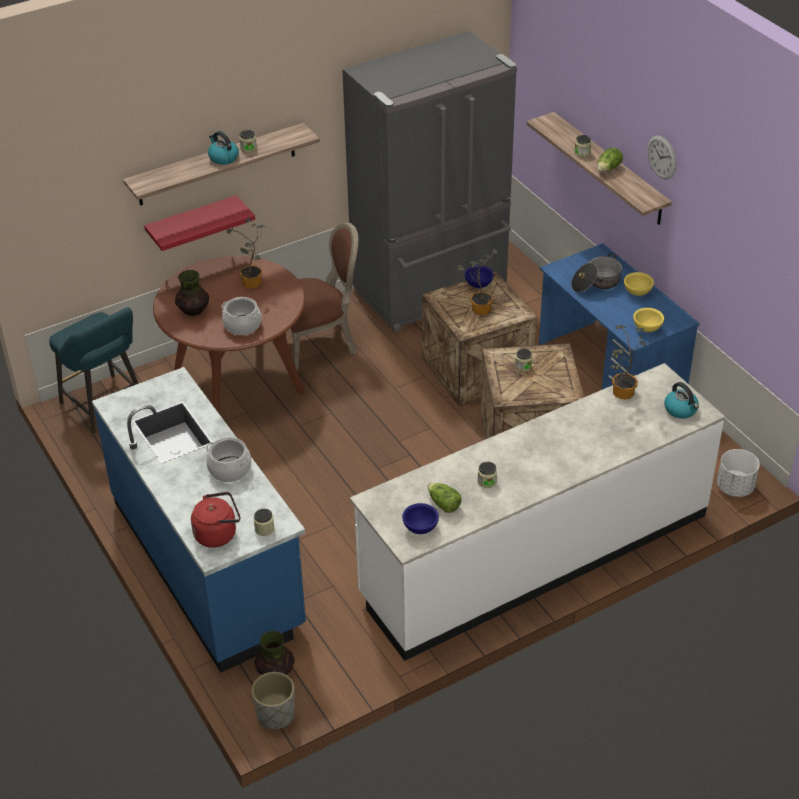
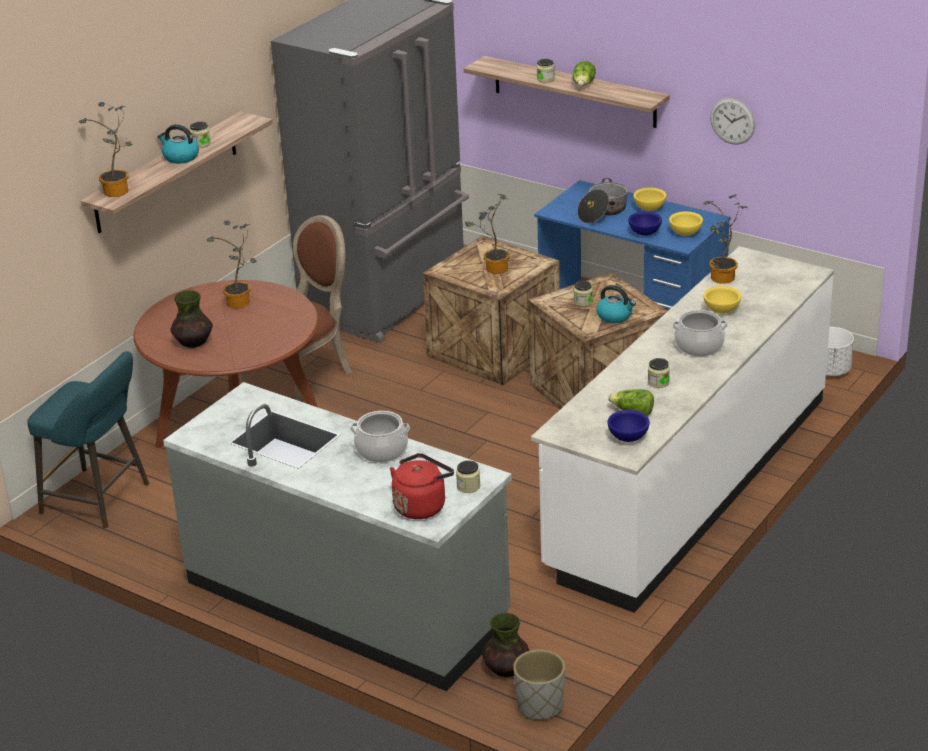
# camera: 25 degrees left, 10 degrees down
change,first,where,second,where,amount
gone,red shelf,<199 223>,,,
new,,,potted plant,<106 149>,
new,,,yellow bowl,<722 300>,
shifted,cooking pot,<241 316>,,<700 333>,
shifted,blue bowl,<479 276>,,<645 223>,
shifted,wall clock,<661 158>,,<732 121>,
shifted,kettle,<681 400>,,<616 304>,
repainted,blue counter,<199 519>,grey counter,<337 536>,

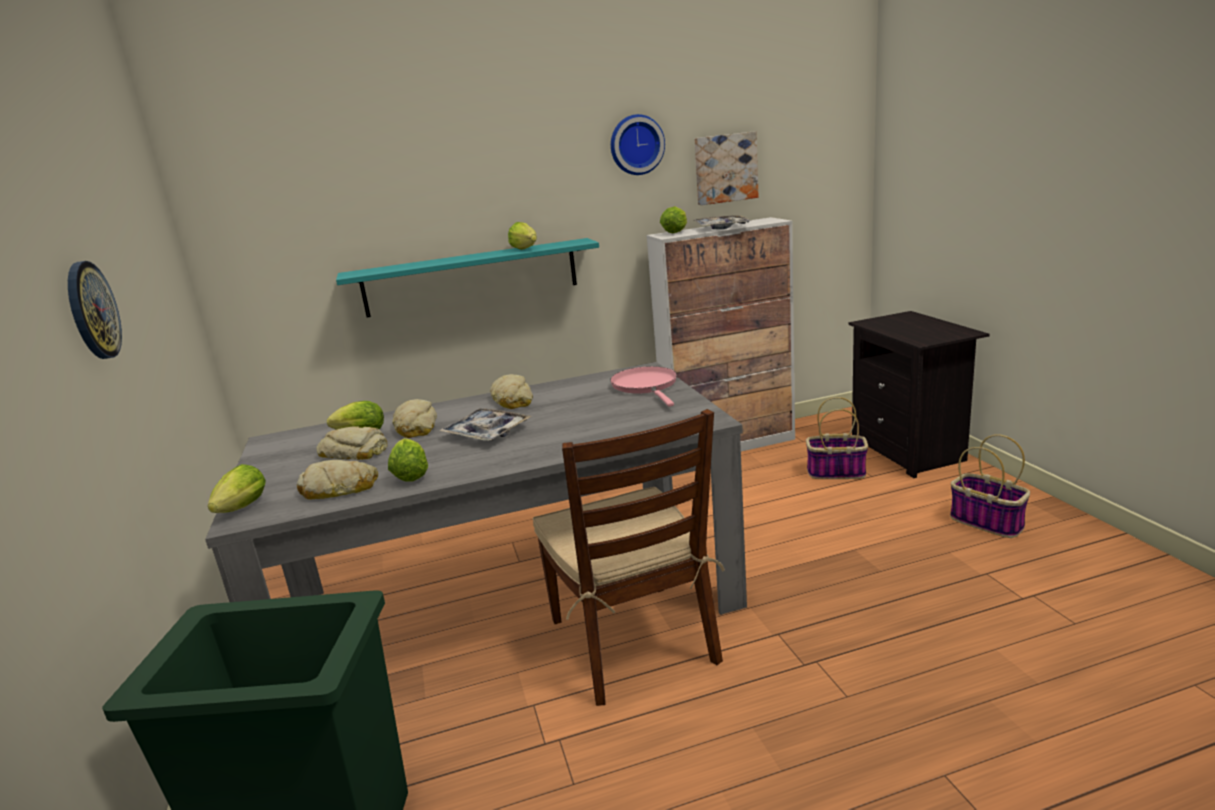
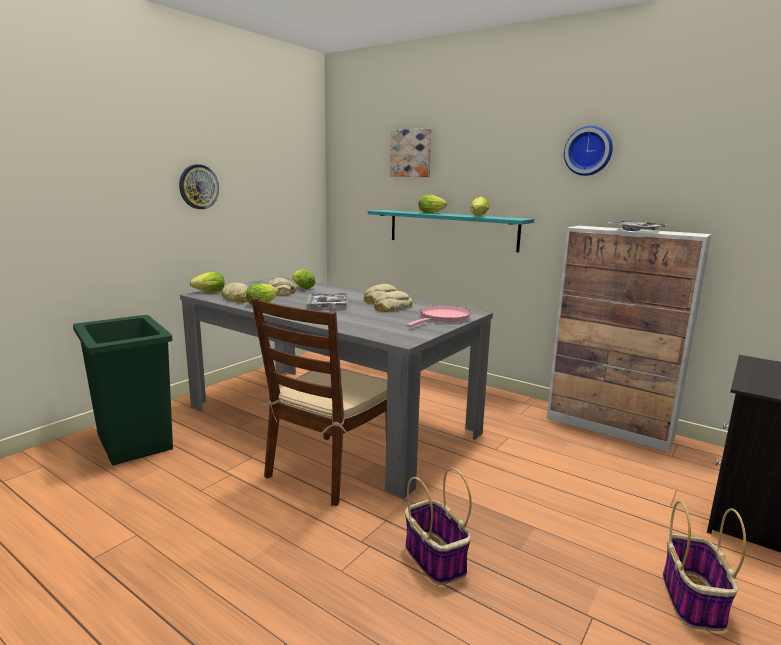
# camera: 50 degrees right, 5 degrees down
change,first,where,second,where,amount
shifted,bread,<415 418>,,<393 301>,
shifted,lettuce,<673 219>,,<433 204>,
shifted,picture,<726 168>,,<411 152>,
shifted,basket,<837 438>,,<438 526>,

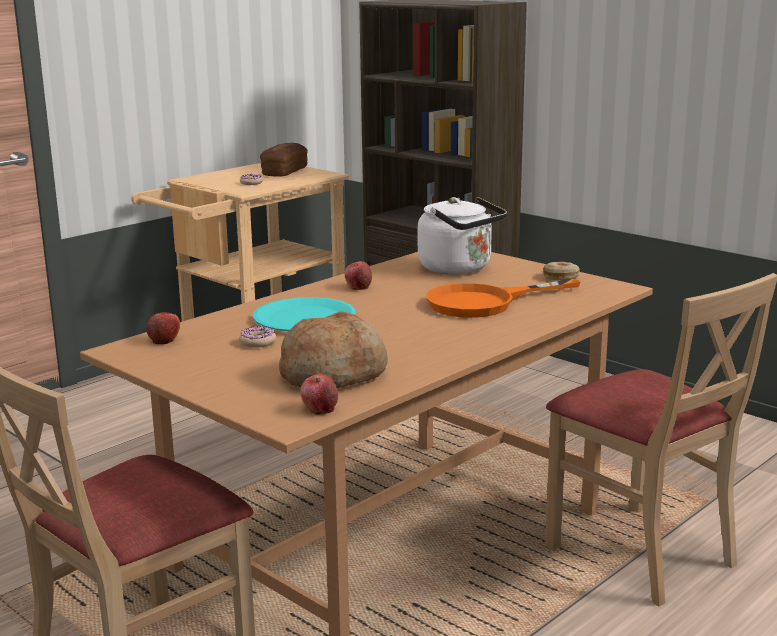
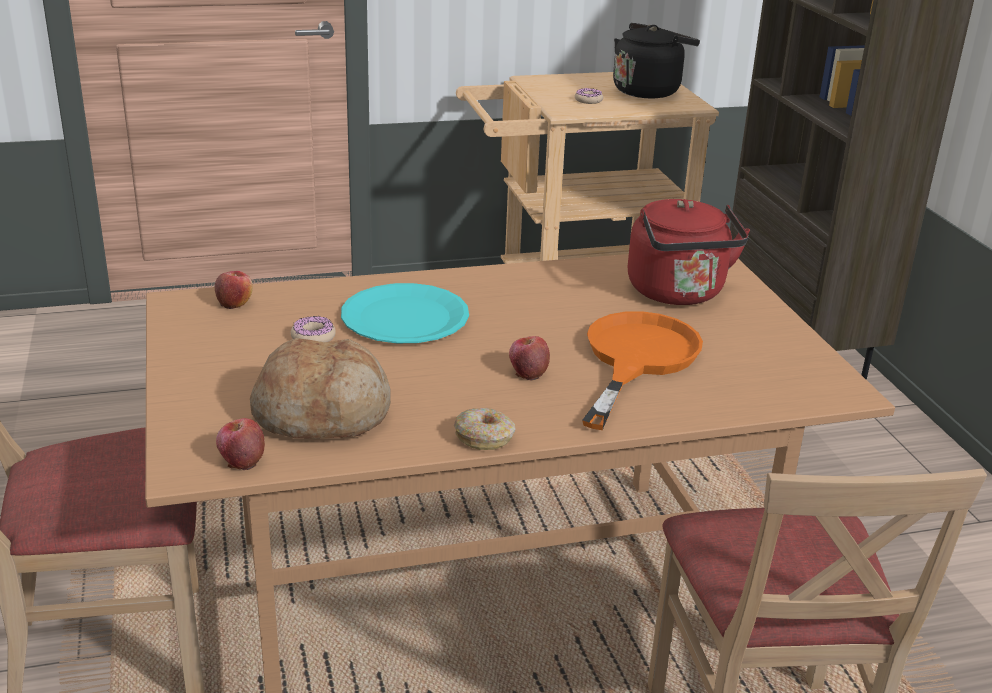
# camera: 30 degrees right, 10 degrees up
change,first,where,second,where,amount
shifted,apple,<358 275>,,<529 358>,
shifted,donut,<561 271>,,<484 429>,
swapped,bread,<284 160>,black kettle,<656 61>,
repainted,white kettle,<462 235>,red kettle,<689 252>,
rotated,orange frying pan,<503 298>,,<642 370>,105 degrees clockwise

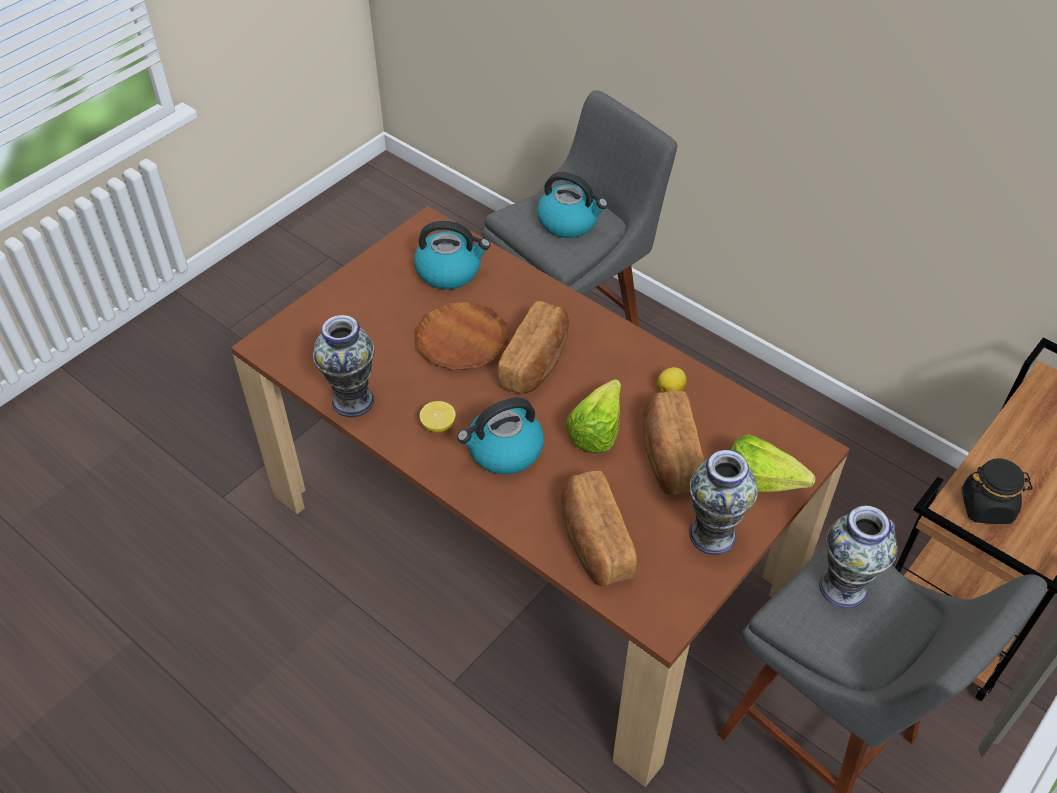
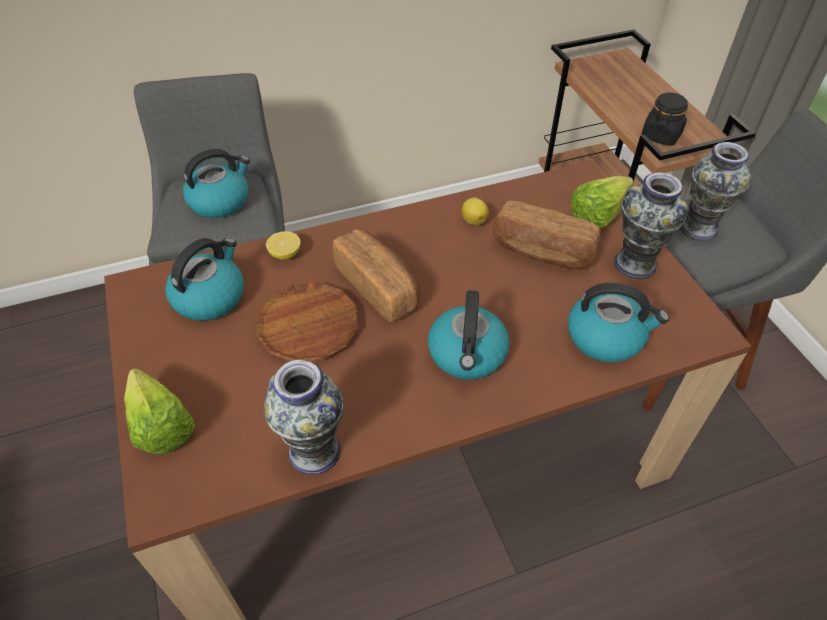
# camera: 60 degrees left, 0 degrees up
change,first,where,second,where,amount
shifted,lemon,<437 416>,,<283 245>,
shifted,lettuce,<593 416>,,<159 411>,
swapped,bread,<599 528>,kettle,<618 323>,

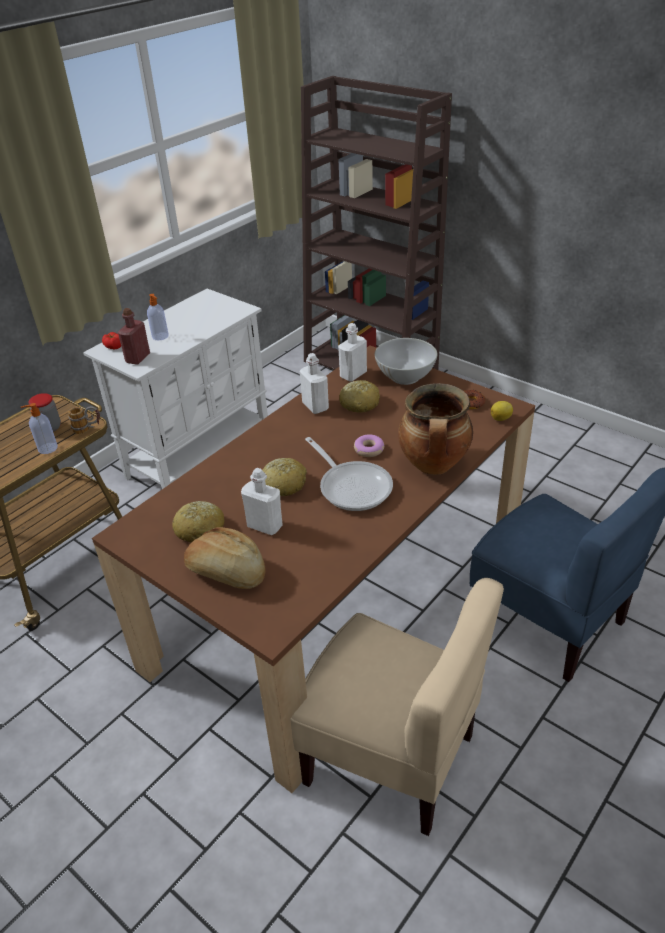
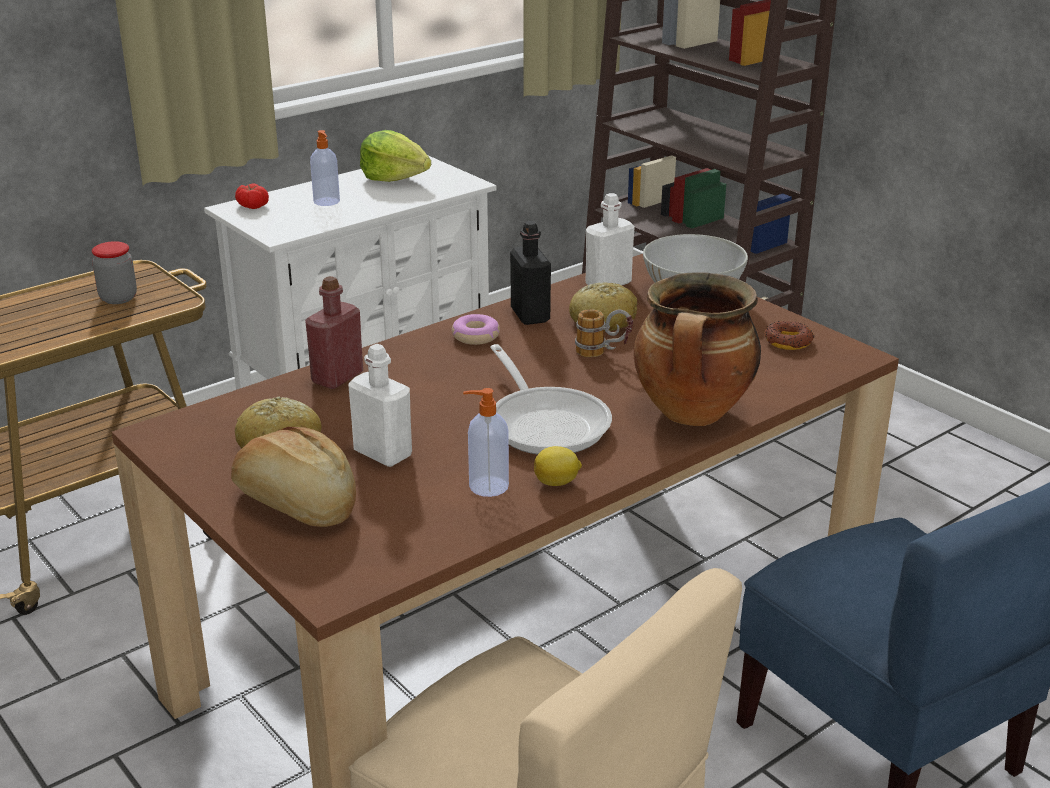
# camera: 10 degrees right, 10 degrees down
change,first,where,second,where,amount
gone,bread,<284 477>,,,
new,,,lettuce,<395 156>,
shifted,soap dispenser,<39 428>,,<486 442>,
shifted,mug,<84 420>,,<604 333>,
shifted,red bottle,<134 336>,,<334 332>,
shifted,donut,<369 445>,,<476 329>,
shifted,lemon,<502 411>,,<558 466>,
repainted,white bottle,<314 383>,black bottle,<530 273>,

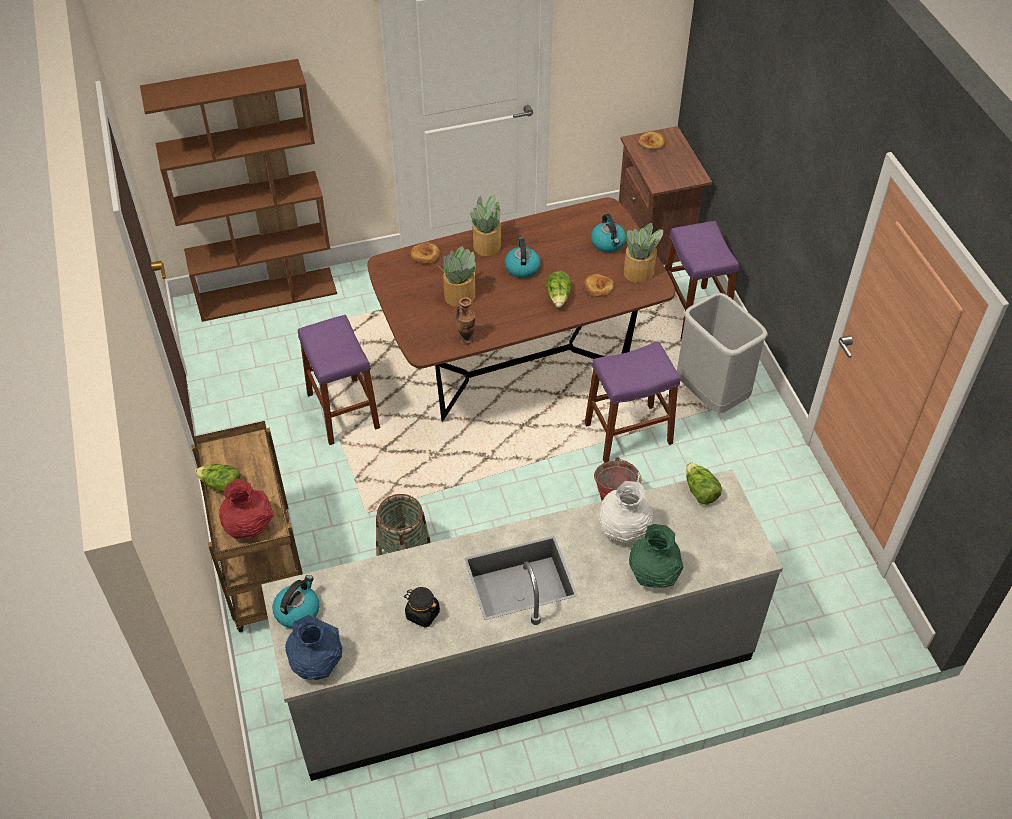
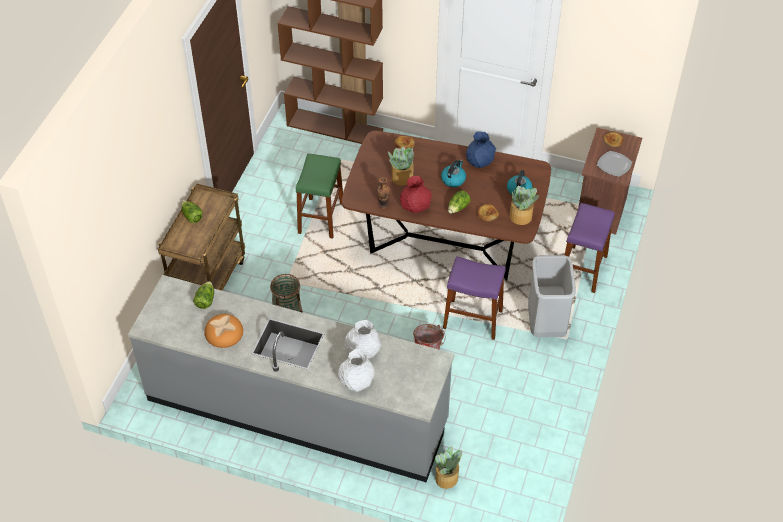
# camera: 35 degrees right, 0 degrees up
change,first,where,second,where,amount
gone,kettle,<296 601>,,,
new,,,plate,<614 164>,
shifted,red vase,<246 508>,,<416 194>,
shifted,blue vase,<313 647>,,<481 149>,
shifted,potted plant,<485 225>,,<448 467>,
shifted,lettuce,<704 483>,,<203 295>,
swapped,black jar,<422 607>,bread,<224 331>,
repainted,purple stool,<339 380>,green stool,<319 196>,
repainted,green vase,<656 556>,white vase,<356 370>,

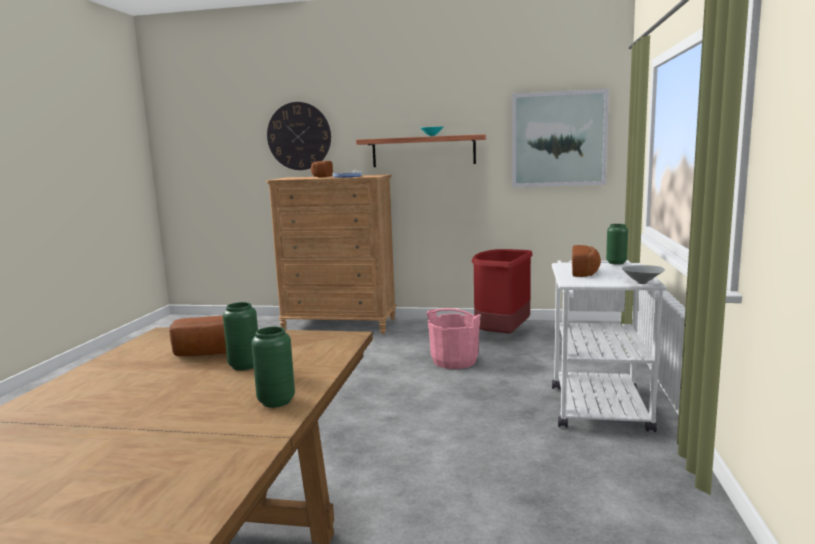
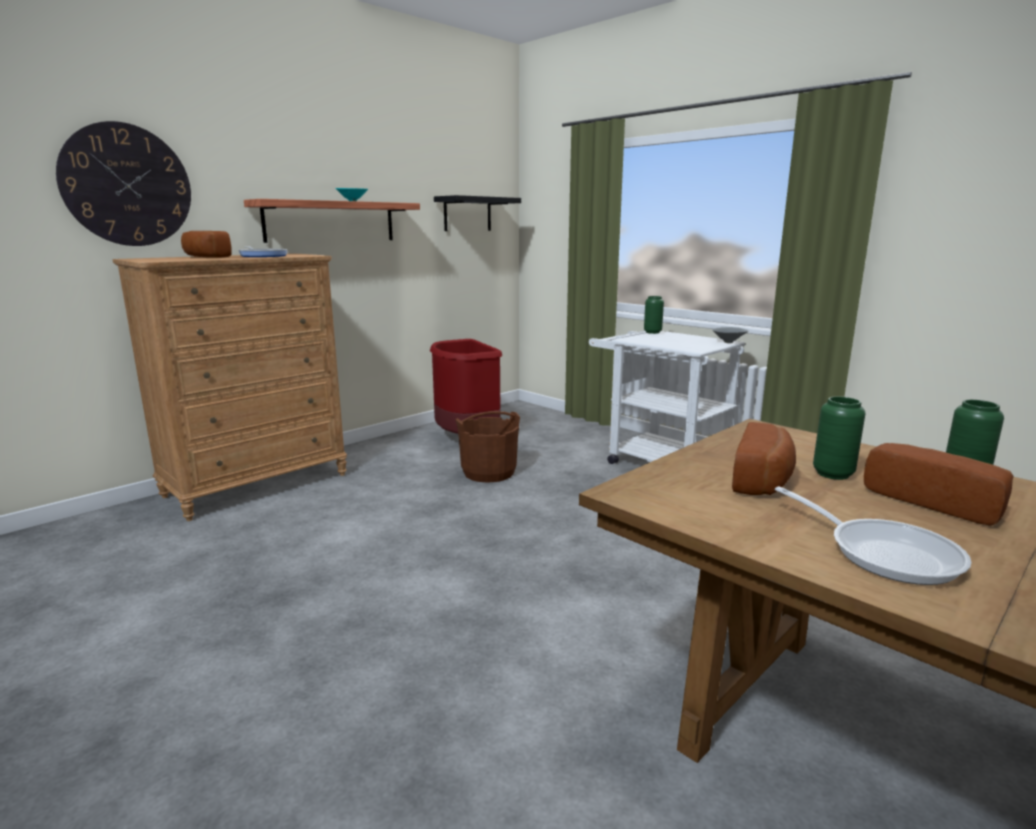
# camera: 55 degrees left, 5 degrees up
change,first,where,second,where,amount
new,,,frying pan,<873 535>,
shifted,bread,<586 261>,,<939 484>,
swapped,picture,<560 138>,black shelf,<477 213>,
repainted,pink bucket,<454 338>,brown bucket,<487 447>,

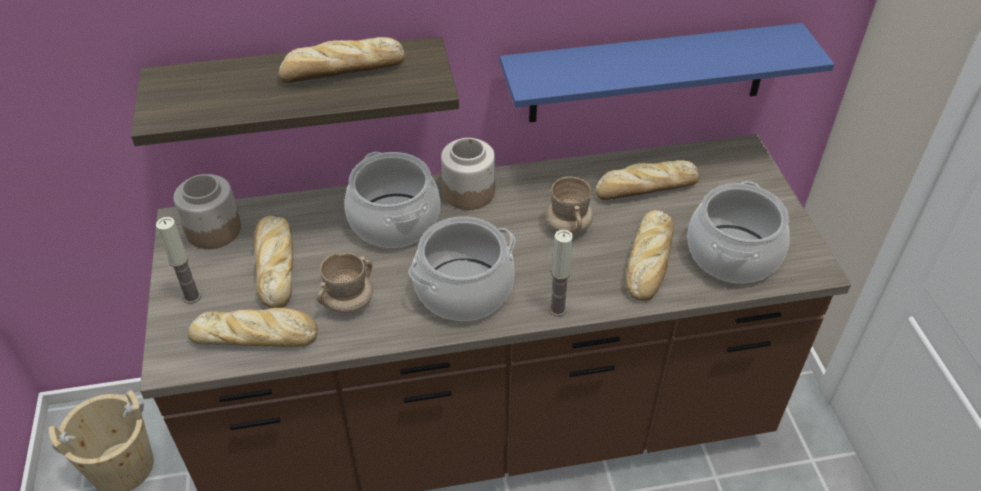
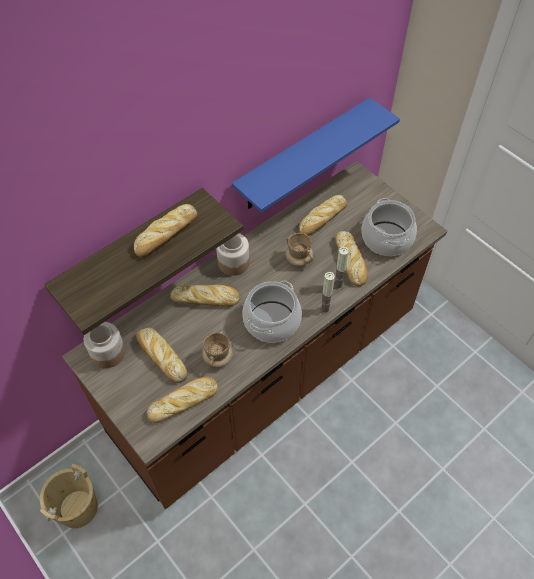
# camera: 30 degrees left, 10 degrees up
change,first,where,second,where,amount
shifted,candle,<178 260>,,<341 268>,
swapped,cooking pot,<392 200>,bread,<205 295>,

